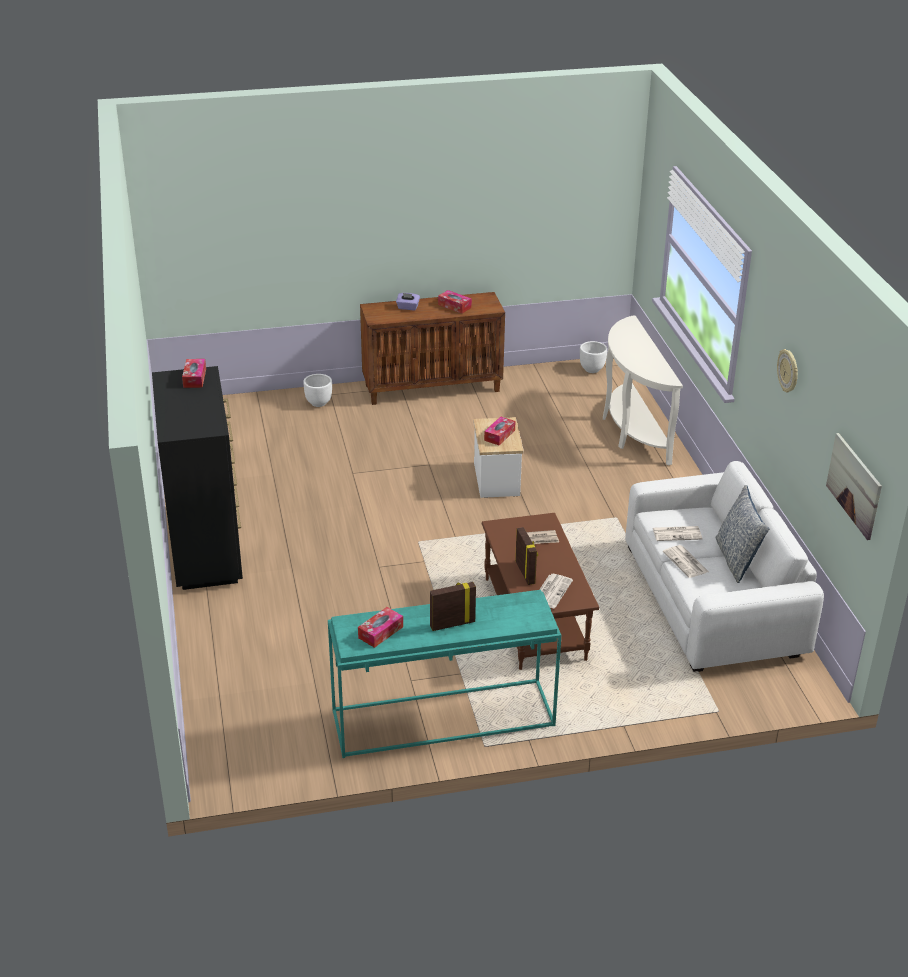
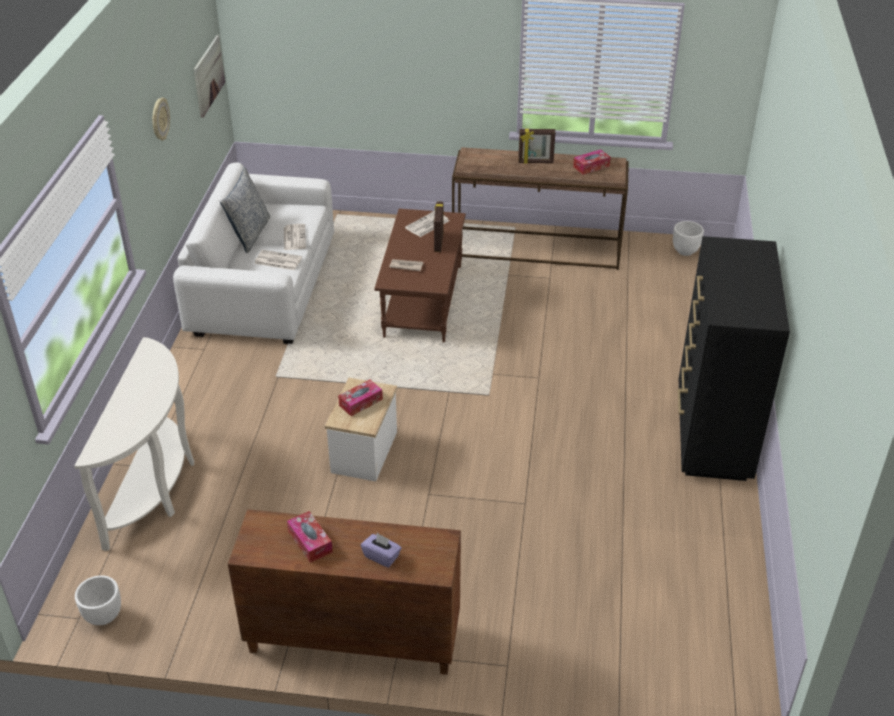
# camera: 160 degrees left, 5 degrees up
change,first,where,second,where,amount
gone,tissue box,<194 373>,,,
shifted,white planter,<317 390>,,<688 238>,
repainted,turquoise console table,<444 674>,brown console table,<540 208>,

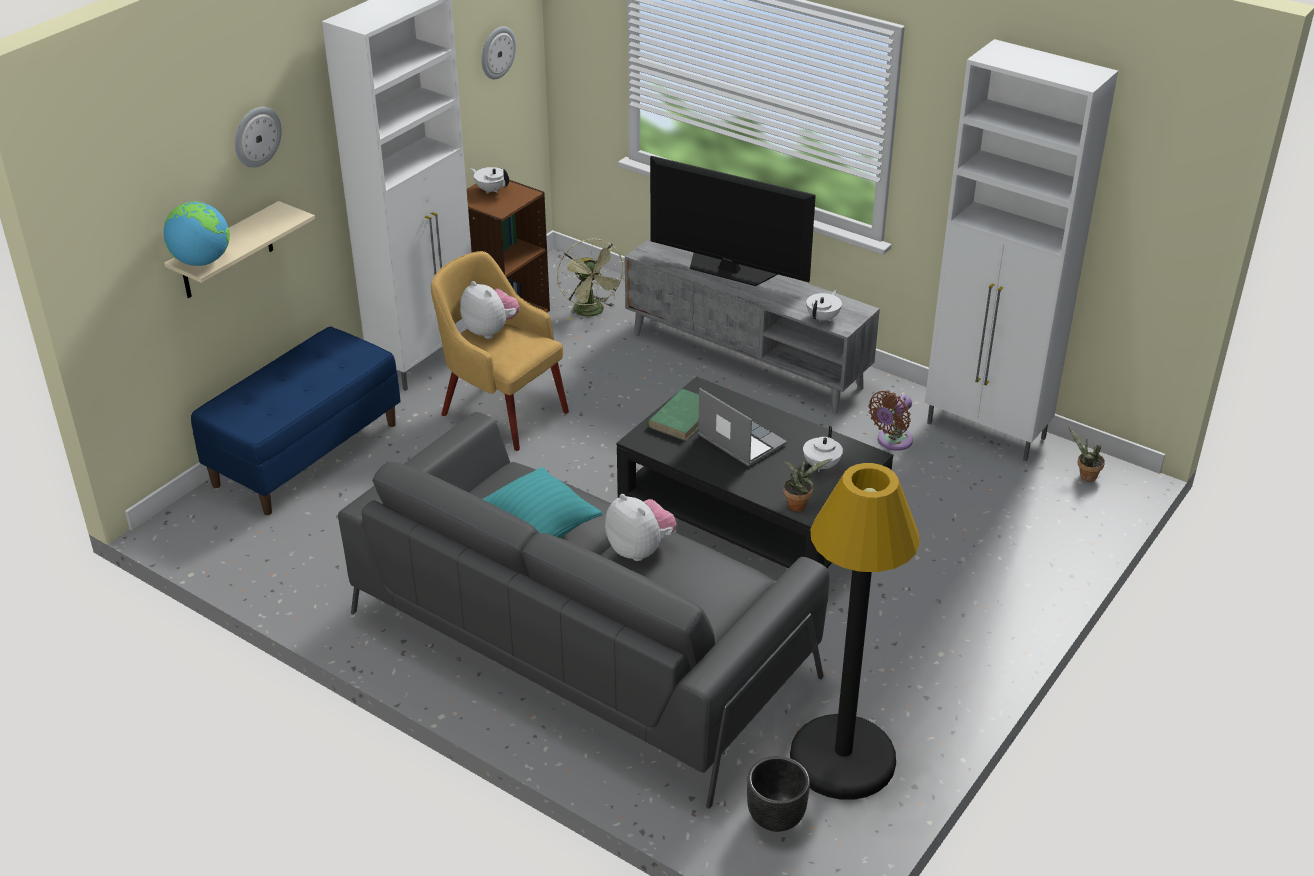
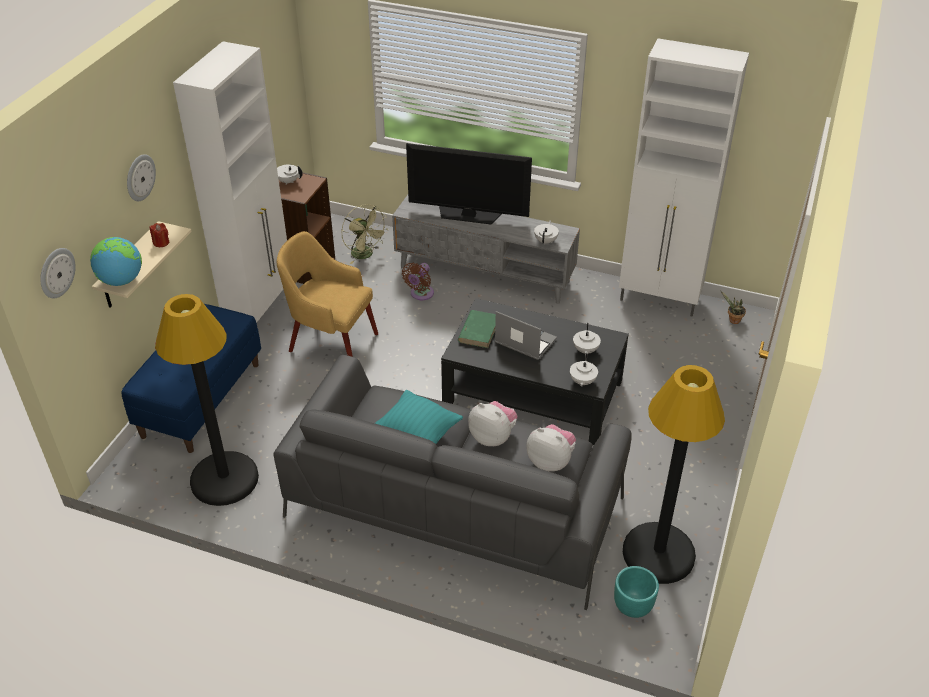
# camera: 15 degrees left, 5 degrees up
change,first,where,second,where,amount
new,,,red candle,<159 235>,
new,,,black floor lamp,<207 400>,
shifted,plush toy,<490 310>,,<551 447>,
shifted,wall clock,<498 52>,,<58 273>,
shifted,brown fan,<890 421>,,<418 281>,
swapped,potted plant,<807 484>,white teapot,<584 370>,
repainted,black planter,<778 794>,turquoise planter,<636 592>,

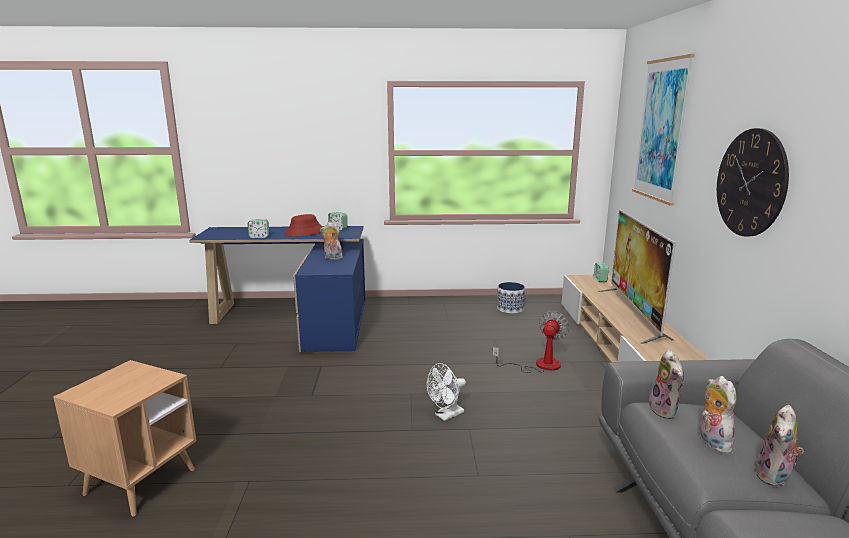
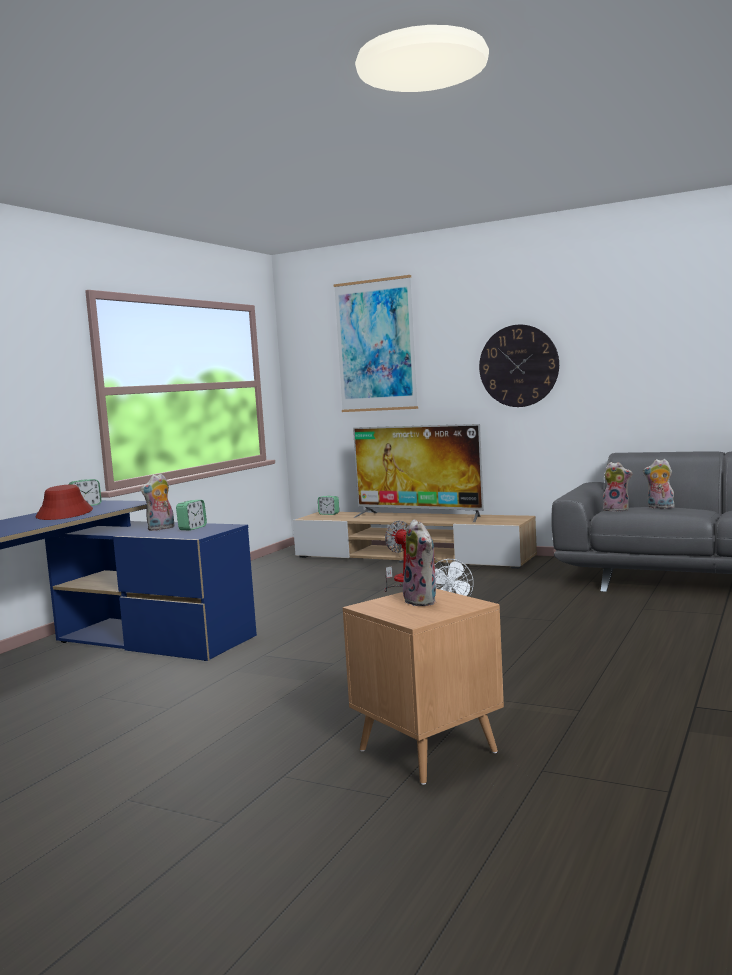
# camera: 60 degrees left, 10 degrees down
change,first,where,second,where,amount
gone,planter,<511 298>,,,
shifted,alarm clock,<258 228>,,<191 515>,
shifted,plush toy,<780 446>,,<420 562>,

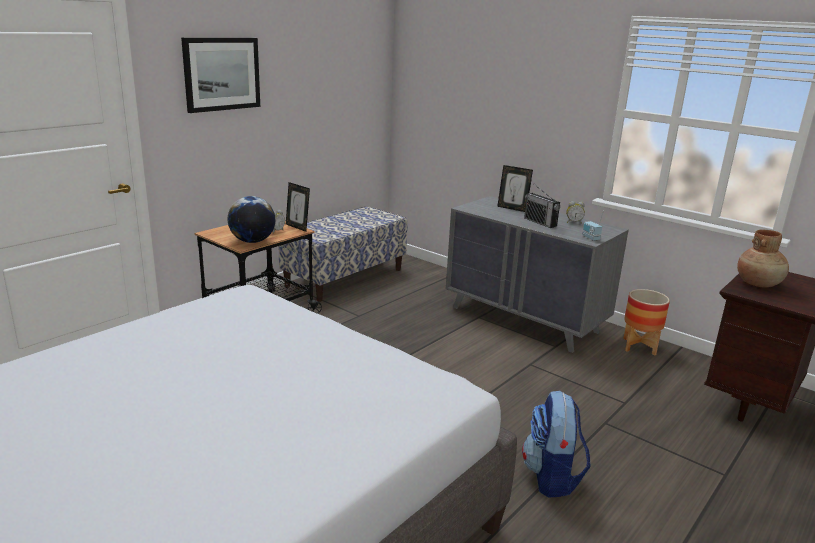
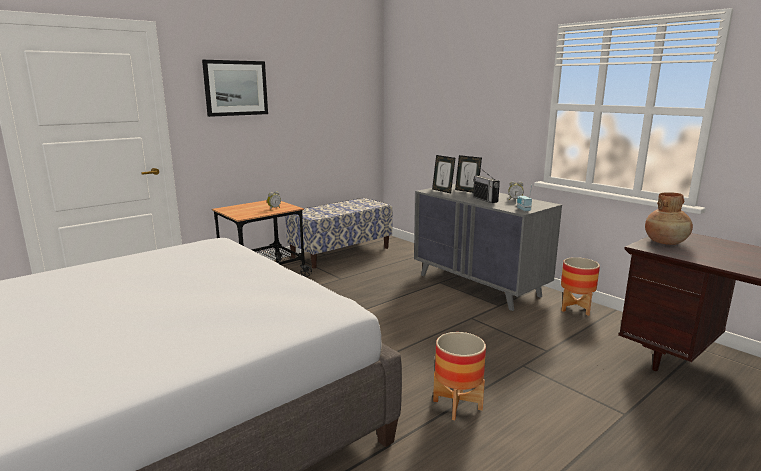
# camera: 10 degrees right, 5 degrees down
change,first,where,second,where,amount
gone,globe,<251 219>,,,
shifted,picture frame,<298 207>,,<443 174>,
swapped,backpack,<556 444>,planter,<459 376>,

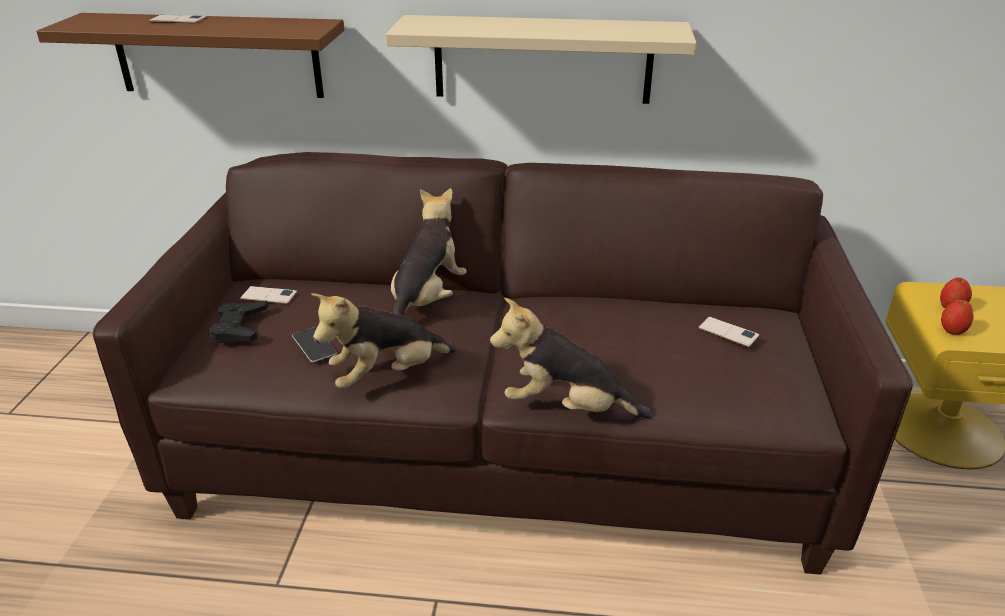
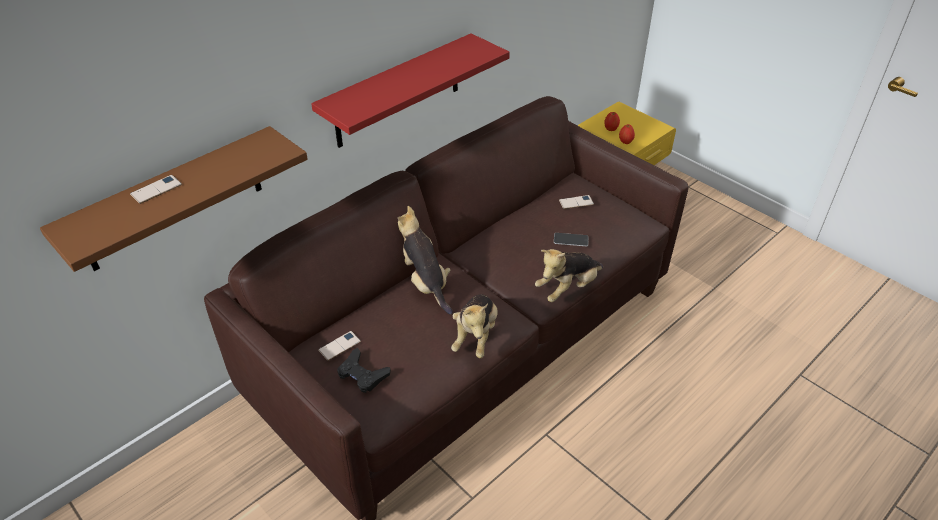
# camera: 50 degrees left, 10 degrees up
change,first,where,second,where,amount
shifted,phone,<314 344>,,<571 239>,
repainted,beige shelf,<541 59>,red shelf,<410 90>,

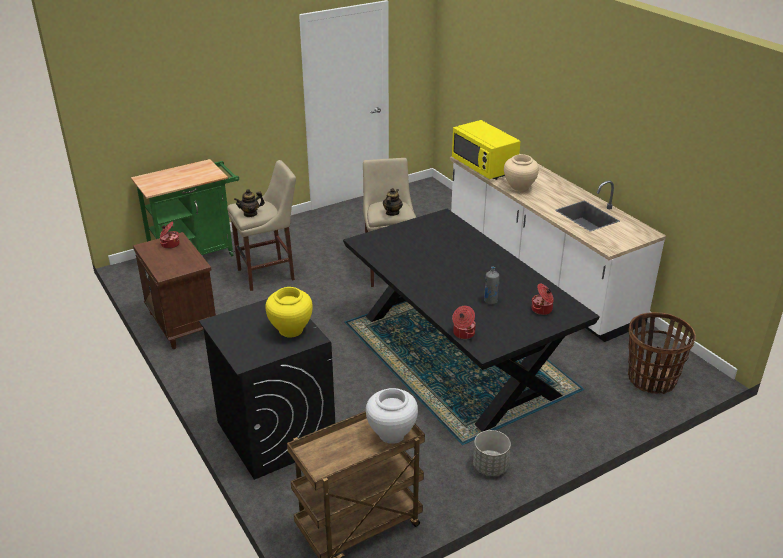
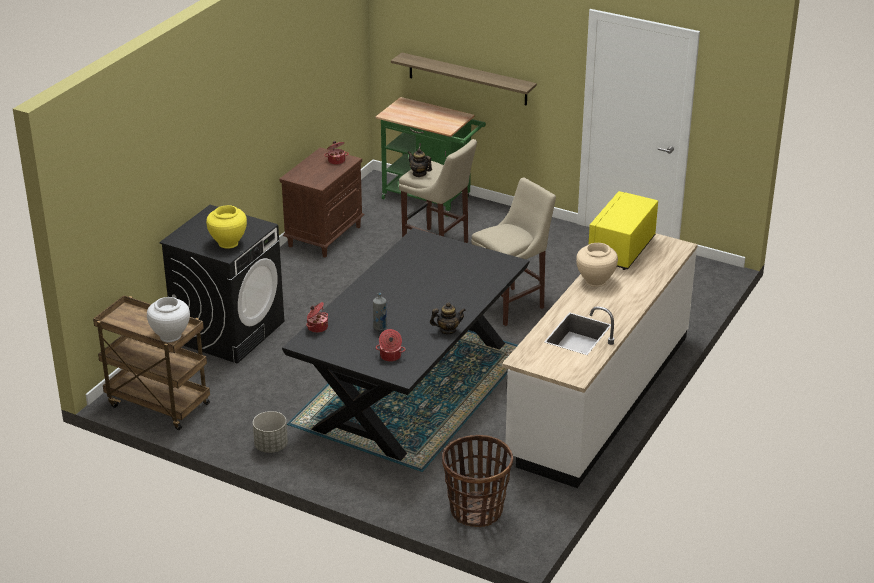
# camera: 60 degrees right, 0 degrees up
change,first,where,second,where,amount
new,,,shelf,<464 79>,
shifted,teapot,<393 202>,,<448 318>,

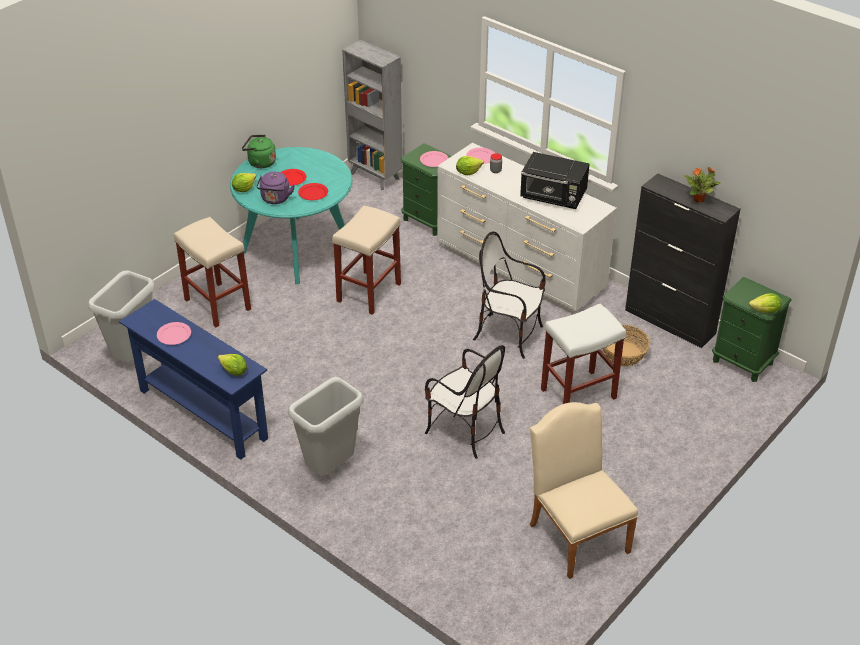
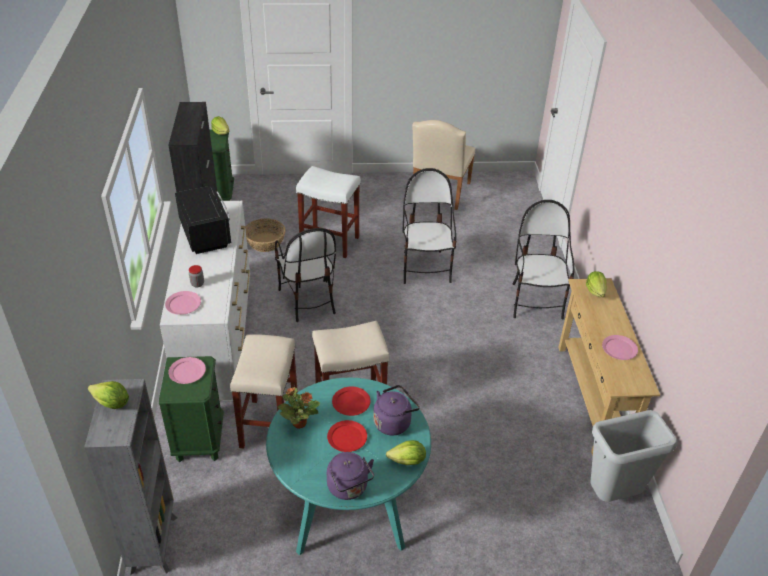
# camera: 135 degrees left, 0 degrees up
change,first,where,second,where,amount
shifted,beige stool,<212 272>,,<264 391>,
shifted,lettuce,<470 165>,,<108 395>,
shifted,potted plant,<702 184>,,<298 408>,
swapped,grey trash can,<325 426>,chair,<543 260>,
repainted,blue console table,<193 379>,beige console table,<609 367>,
repainted,green kettle,<259 151>,purple kettle,<350 476>,

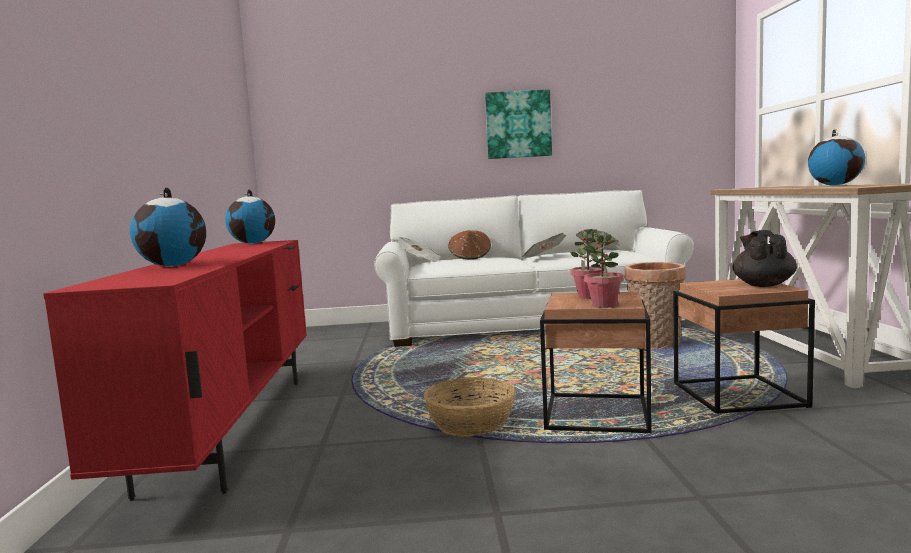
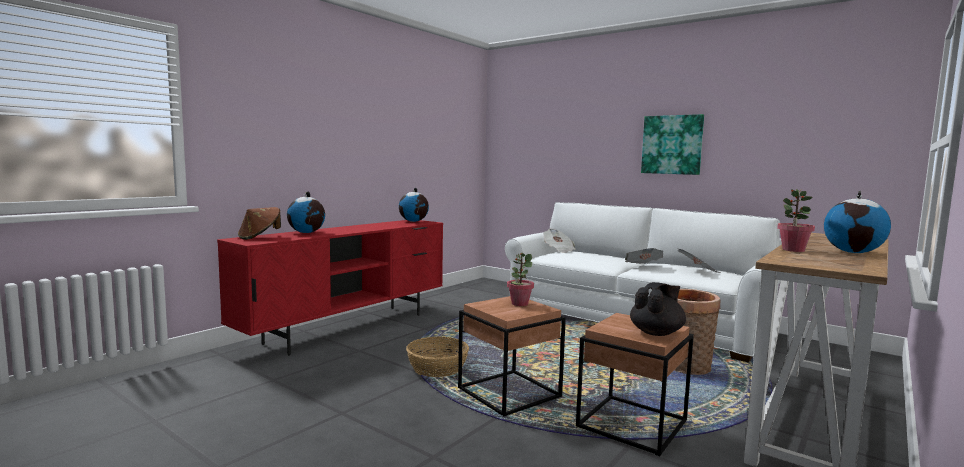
# camera: 40 degrees right, 0 degrees up
change,first,where,second,where,amount
shifted,brown hat,<469 245>,,<259 223>,
shifted,potted plant,<603 270>,,<796 220>,

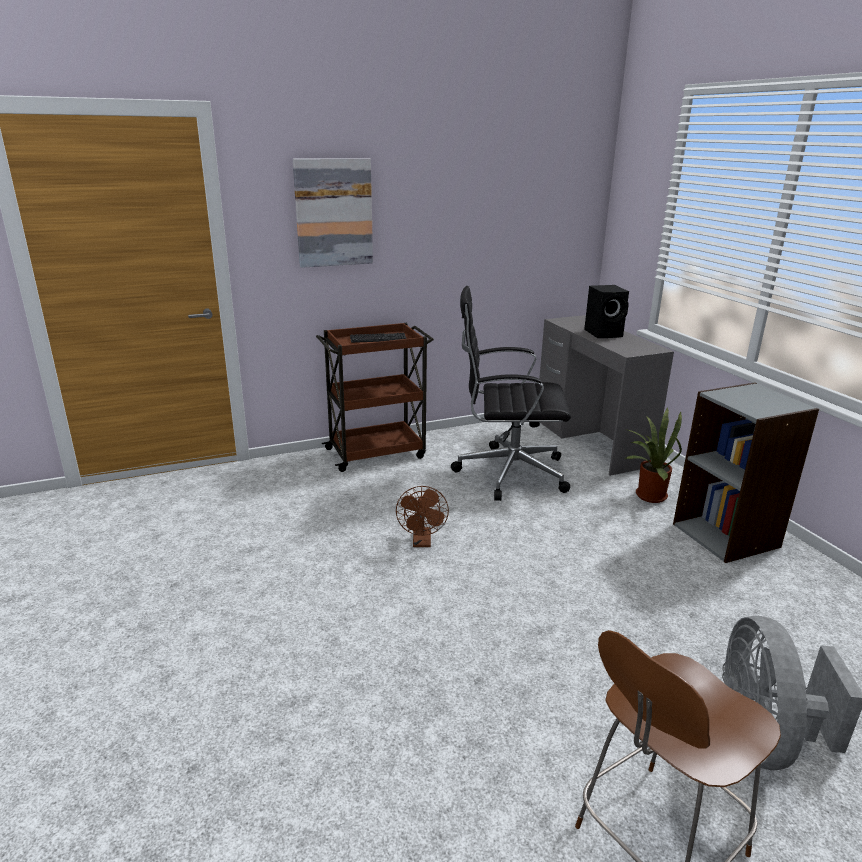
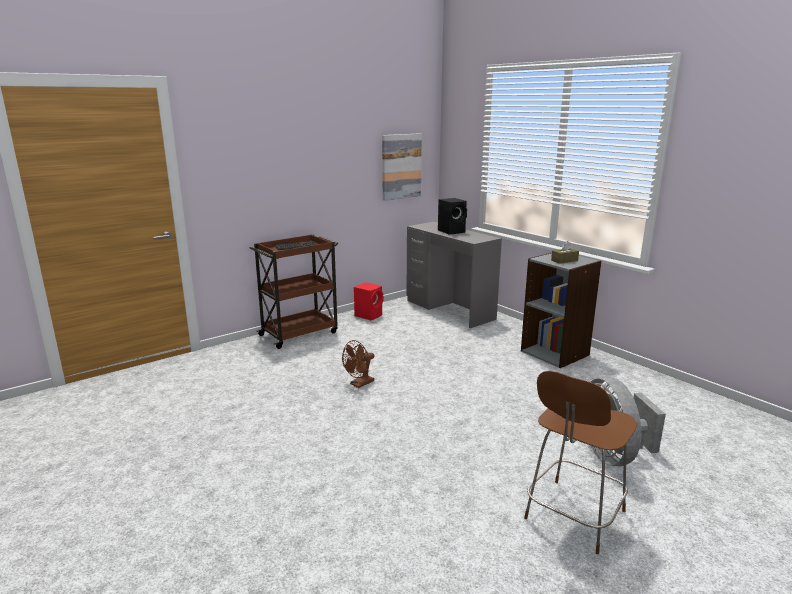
# camera: 15 degrees left, 5 degrees down
change,first,where,second,where,amount
gone,black office chair,<511 393>,,,
gone,potted plant,<653 455>,,,
new,,,red speaker,<368 301>,
new,,,brown tissue box,<565 252>,
shifted,picture,<333 213>,,<402 167>,
rotated,brown fan,<422 516>,,<358 364>,60 degrees clockwise

